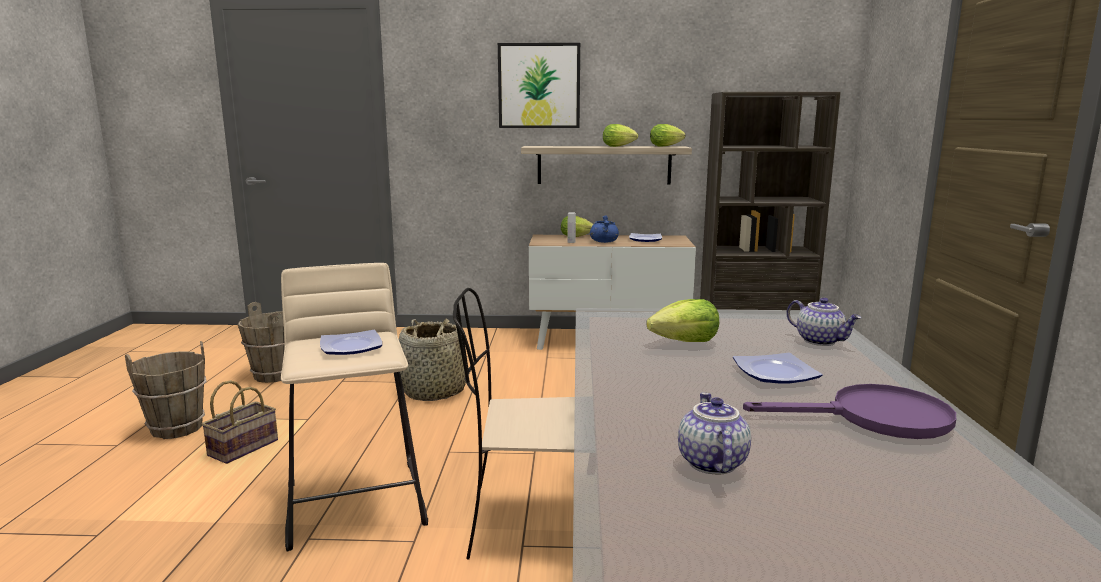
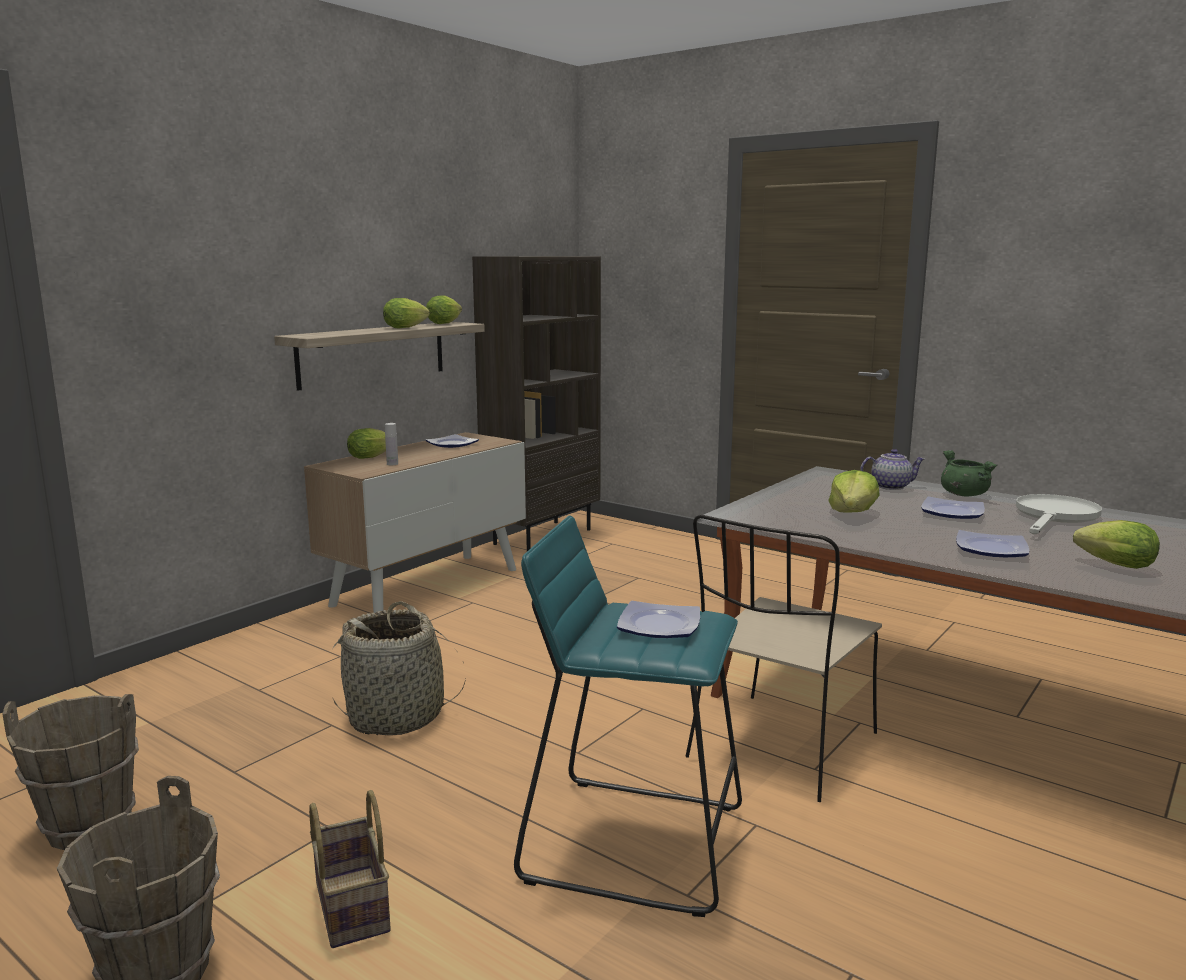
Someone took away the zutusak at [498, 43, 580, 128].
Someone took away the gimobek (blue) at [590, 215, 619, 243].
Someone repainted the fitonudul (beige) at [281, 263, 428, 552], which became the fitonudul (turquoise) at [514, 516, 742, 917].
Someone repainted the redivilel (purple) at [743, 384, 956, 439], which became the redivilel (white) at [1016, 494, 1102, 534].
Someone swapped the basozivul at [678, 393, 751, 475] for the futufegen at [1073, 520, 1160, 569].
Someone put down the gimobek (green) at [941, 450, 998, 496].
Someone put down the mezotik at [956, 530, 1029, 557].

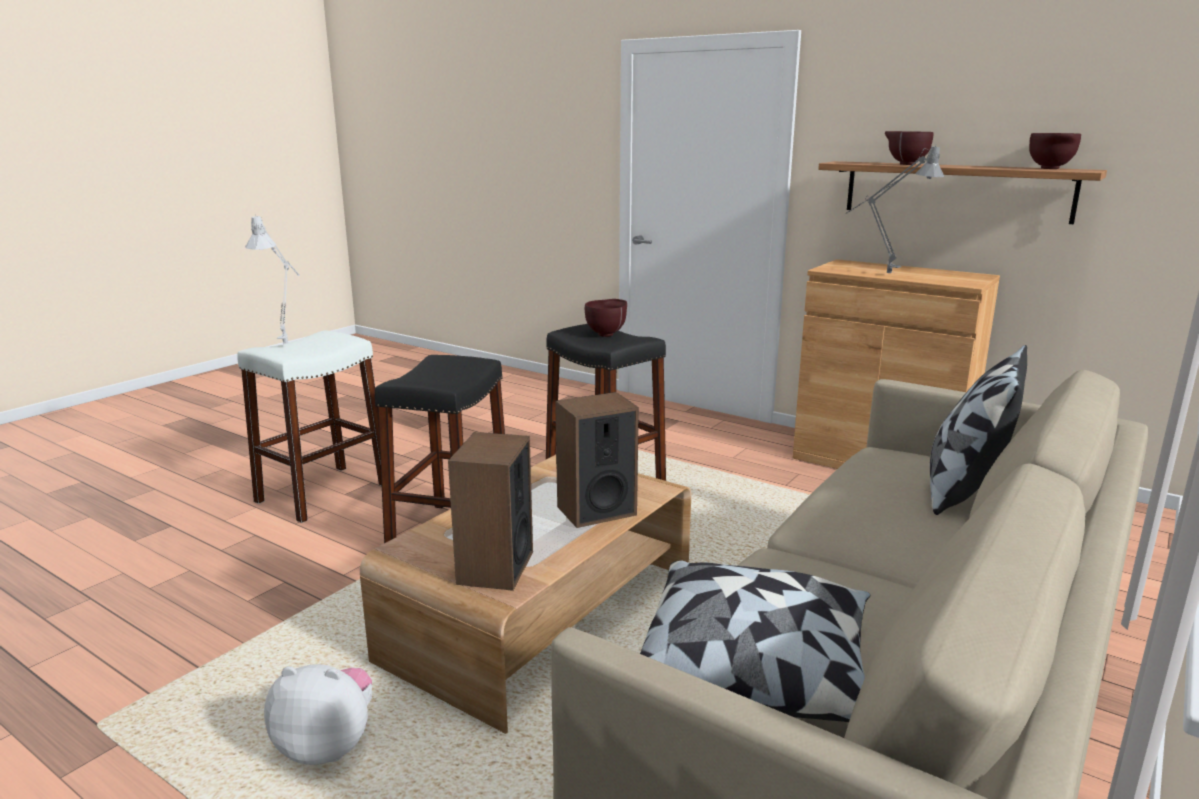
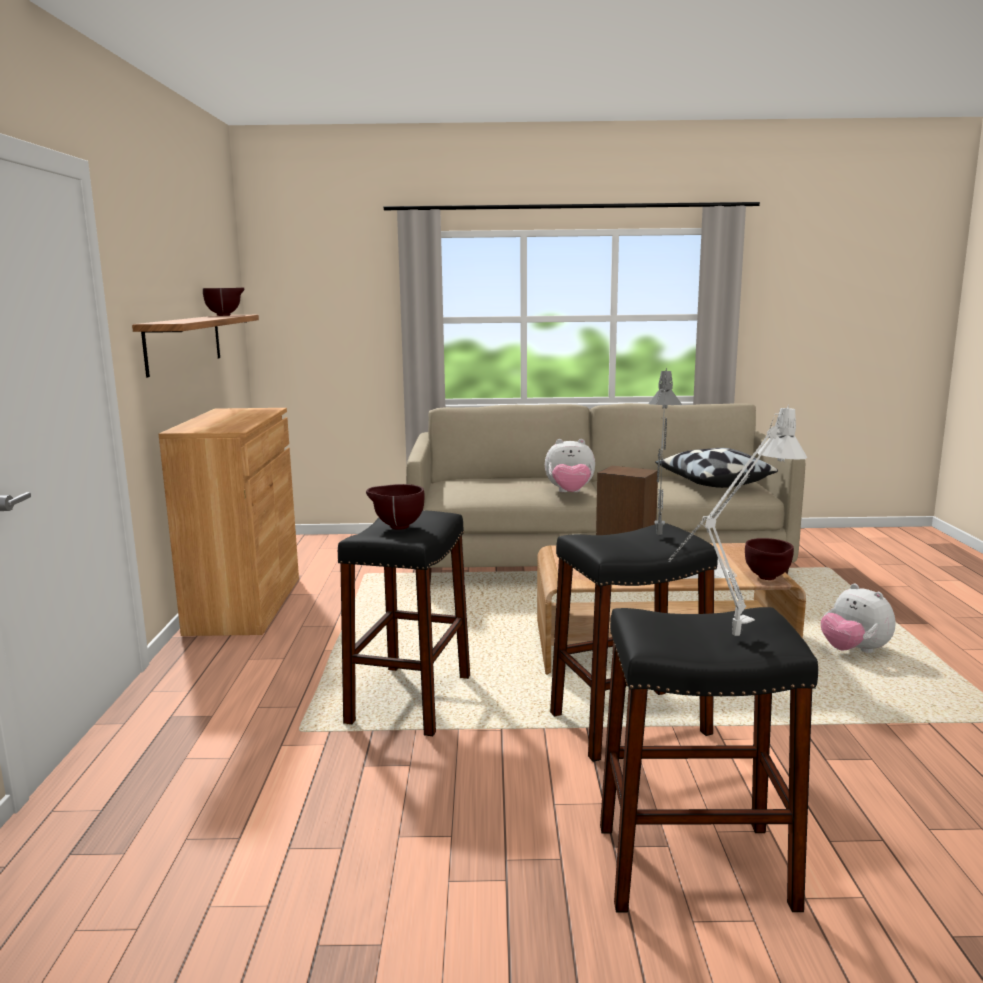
Someone carried the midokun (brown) from [885, 131, 933, 165] to [745, 538, 794, 580].
Someone carried the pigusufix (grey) from [846, 144, 944, 276] to [648, 368, 682, 535].
Someone repainted the fitonudul (white) at [237, 330, 382, 523], which became the fitonudul (black) at [600, 607, 818, 913].
Someone took away the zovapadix at [930, 345, 1027, 515].
Someone took away the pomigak at [448, 432, 533, 591].
Someone put down the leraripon at [545, 439, 595, 492].

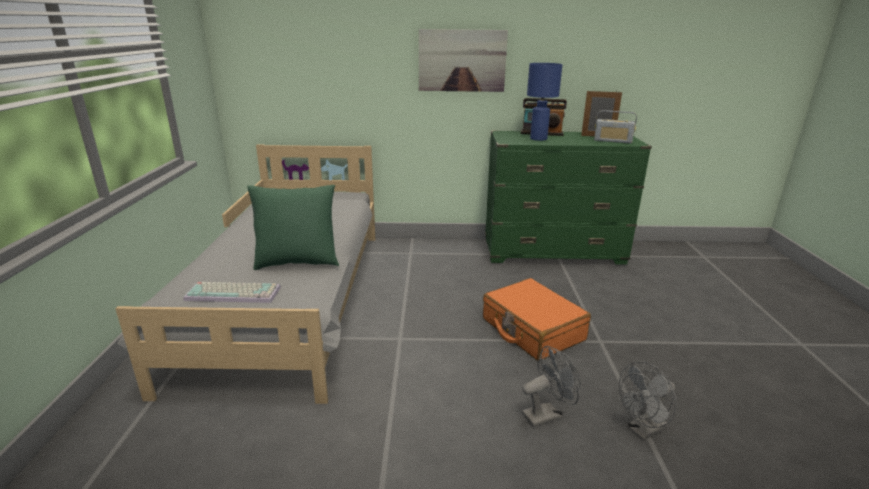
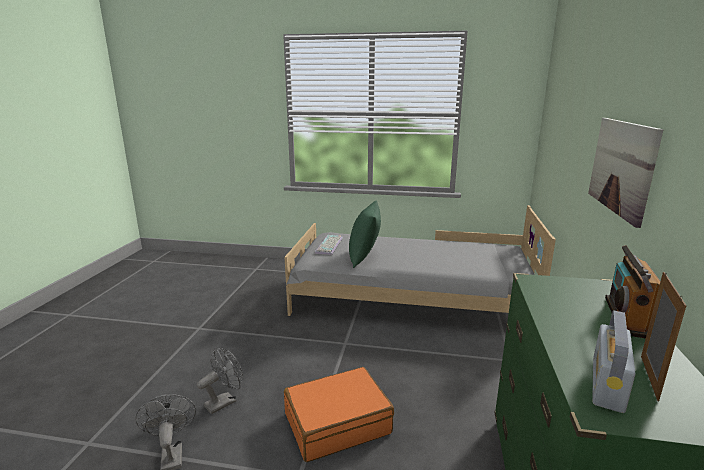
Someone took away the pigusufix (blue) at [527, 63, 563, 141].
Someone rotated the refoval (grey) at [522, 346, 581, 428] by 120 degrees counterclockwise.

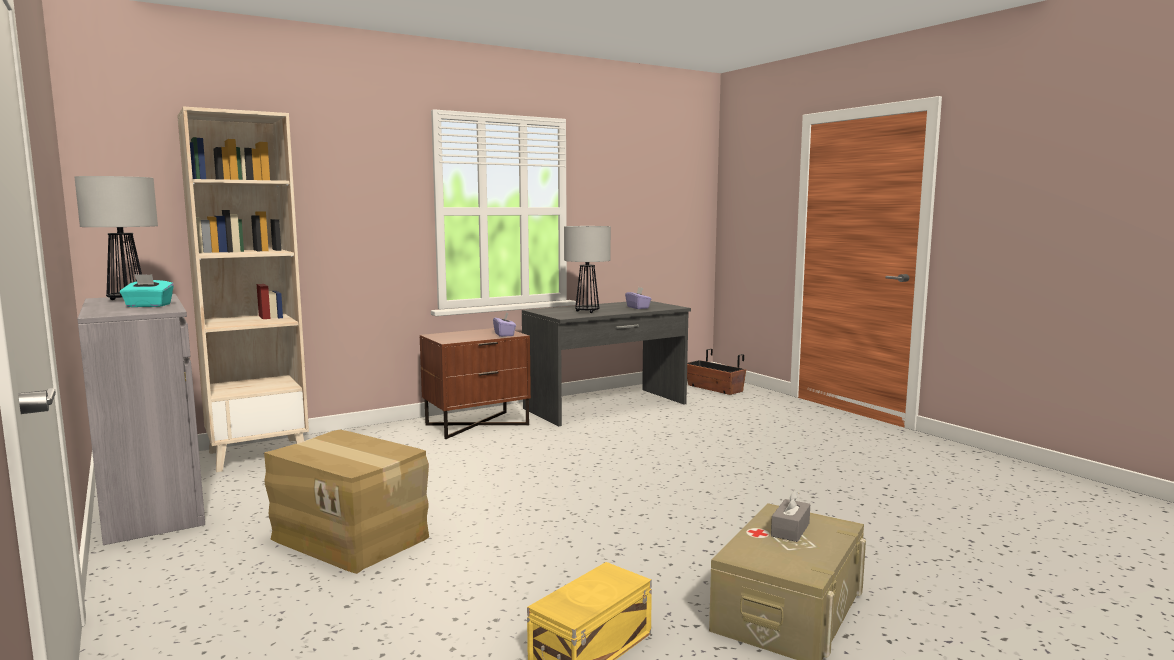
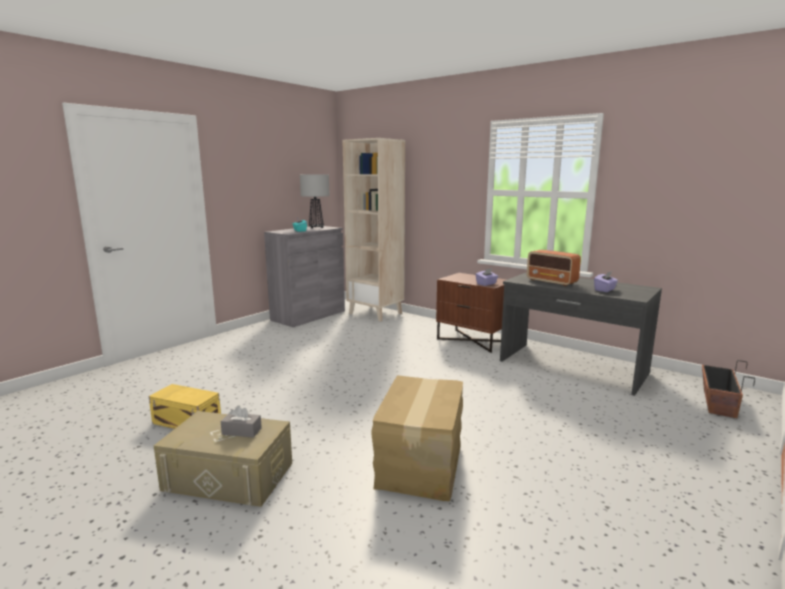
Someone swapped the pigusufix at [564, 226, 611, 313] for the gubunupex at [527, 250, 581, 286].
Someone carried the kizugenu from [264, 430, 429, 574] to [371, 375, 463, 501].

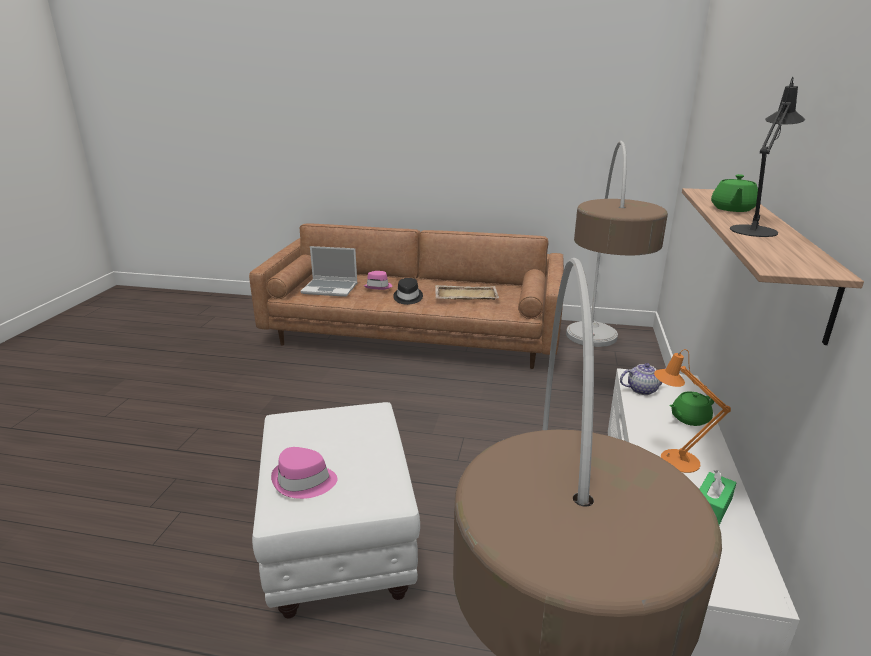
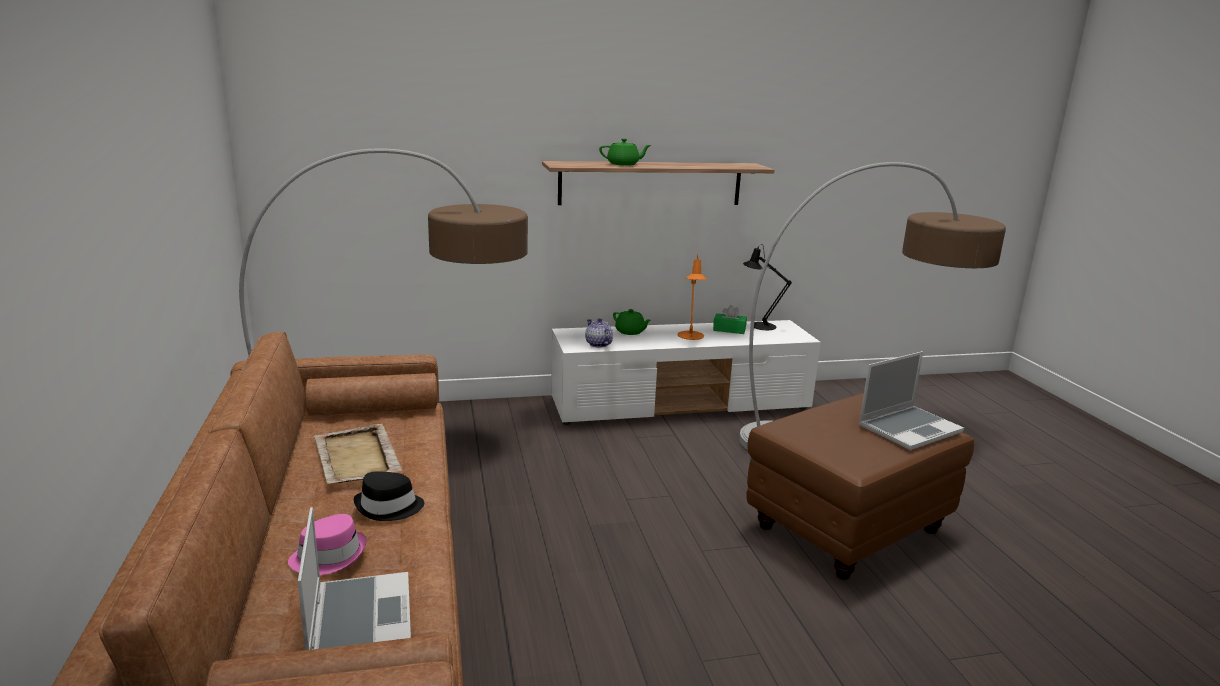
Someone carried the pigusufix (black) from [730, 77, 805, 237] to [743, 244, 792, 330].
Someone repainted the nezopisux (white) at [252, 402, 420, 619], which became the nezopisux (brown) at [746, 393, 974, 580].
Someone swapped the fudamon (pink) at [271, 447, 337, 499] for the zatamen at [859, 351, 964, 450].

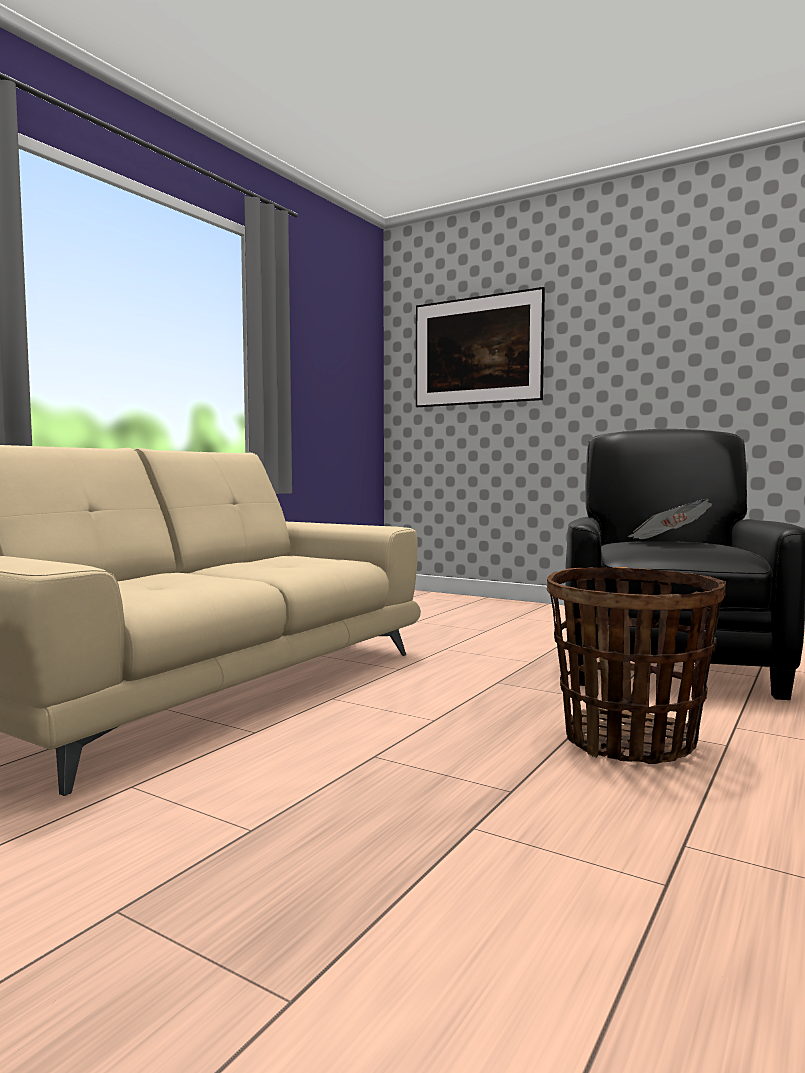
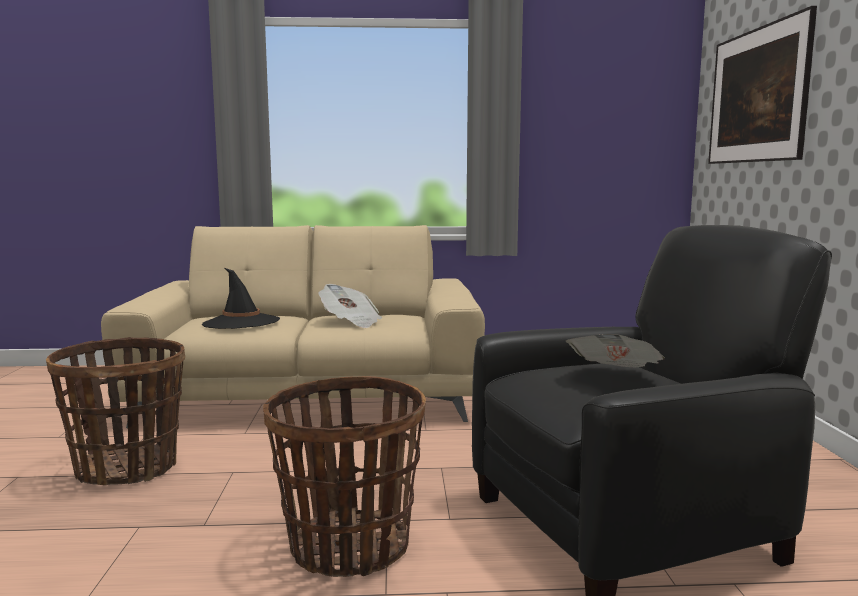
Someone put down the fudamon (black) at [202, 268, 280, 329].
Someone put down the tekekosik at [318, 284, 382, 328].
Someone put down the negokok at [46, 337, 185, 485].

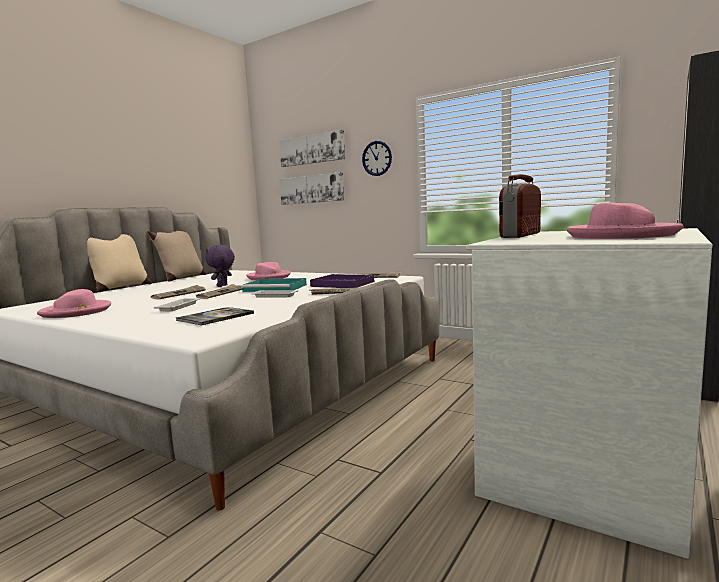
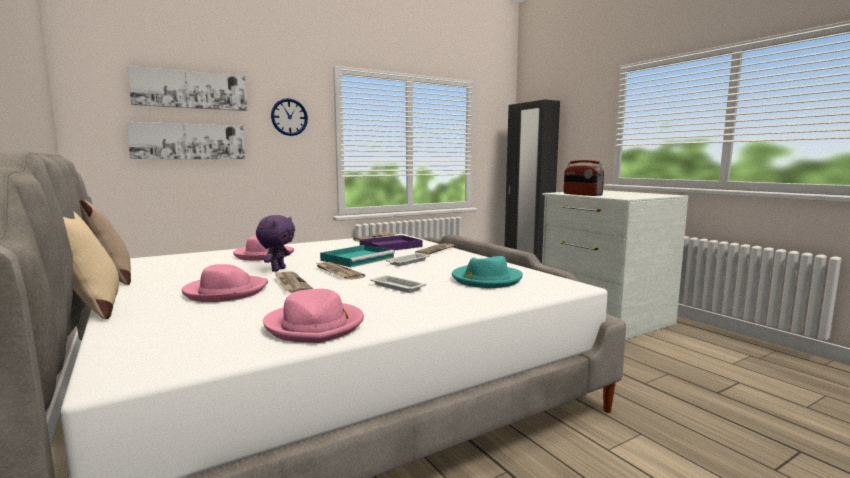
Someone carried the fudamon (pink) from [567, 203, 683, 239] to [182, 264, 268, 302].
Someone rotated the leraripon (purple) at [205, 245, 235, 287] by 120 degrees counterclockwise.
Someone swapped the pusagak at [176, 307, 254, 325] for the fudamon (turquoise) at [452, 256, 523, 288].

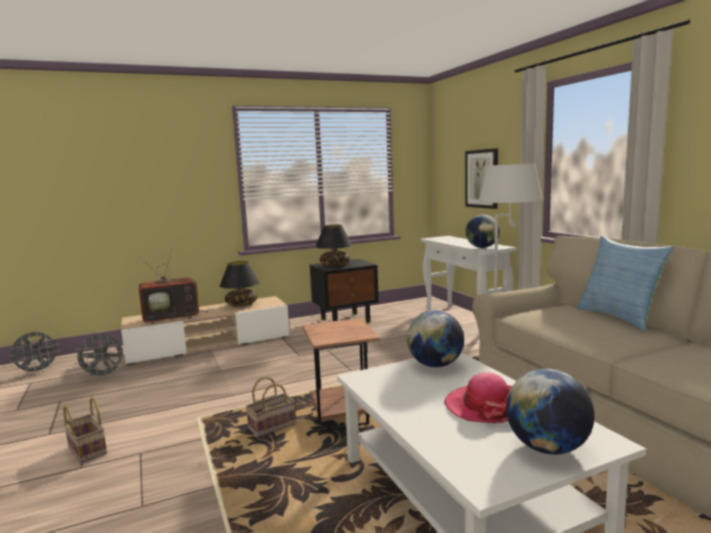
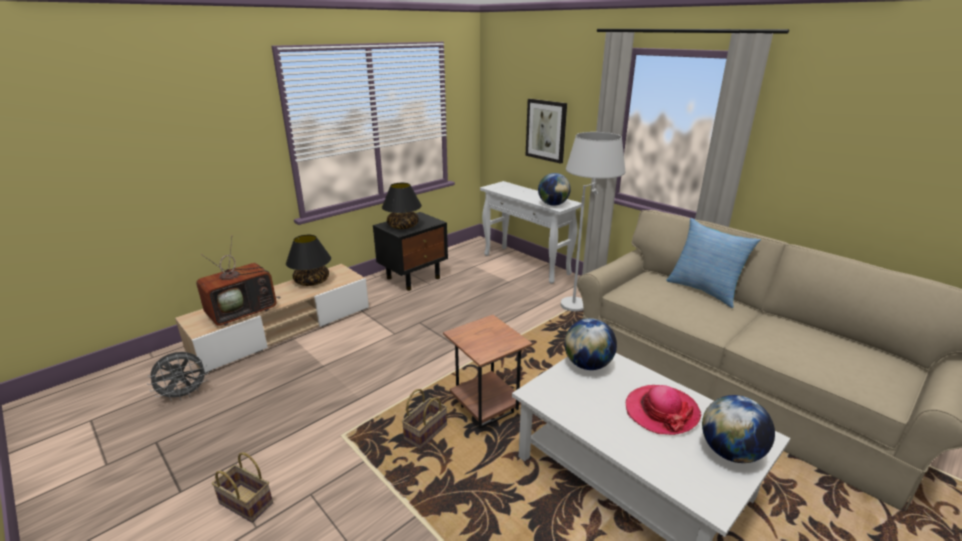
Someone took away the refoval (grey) at [9, 331, 60, 374].

